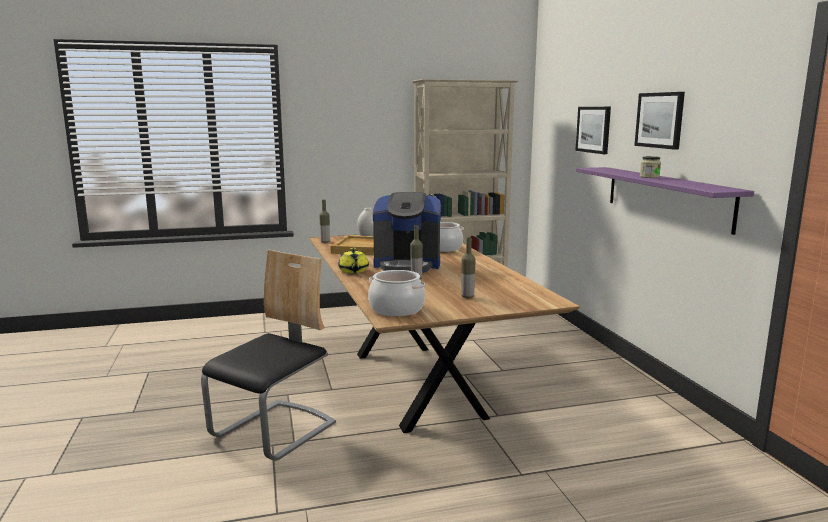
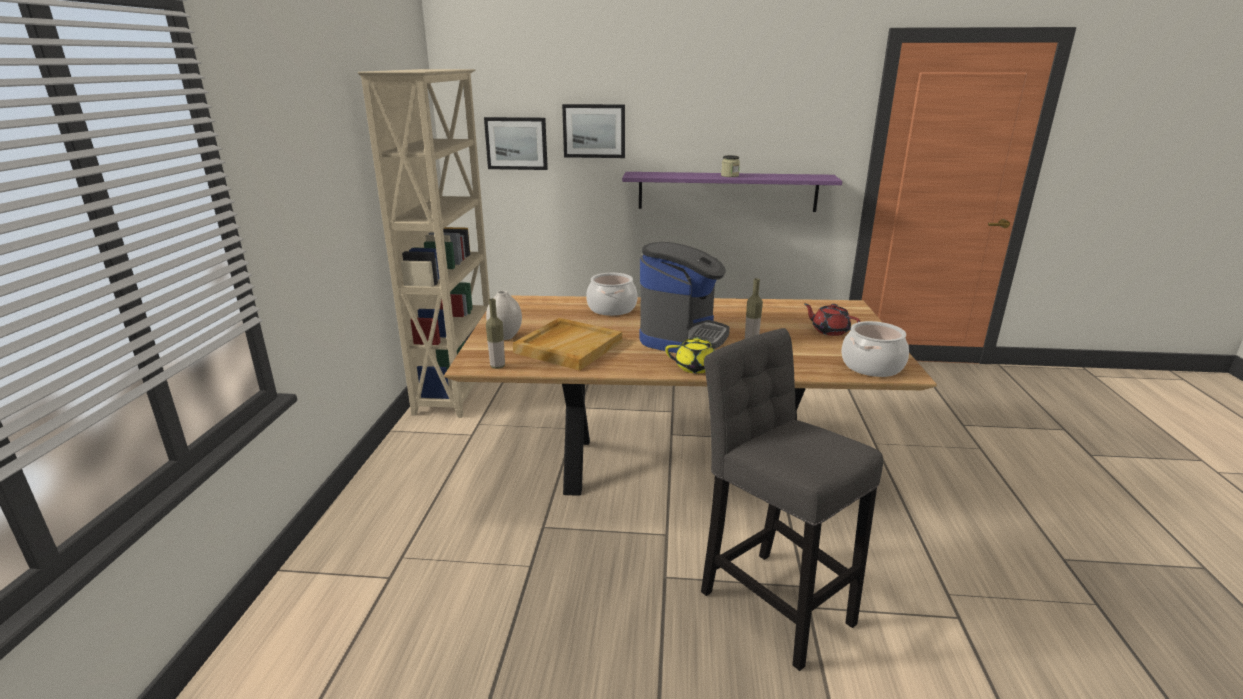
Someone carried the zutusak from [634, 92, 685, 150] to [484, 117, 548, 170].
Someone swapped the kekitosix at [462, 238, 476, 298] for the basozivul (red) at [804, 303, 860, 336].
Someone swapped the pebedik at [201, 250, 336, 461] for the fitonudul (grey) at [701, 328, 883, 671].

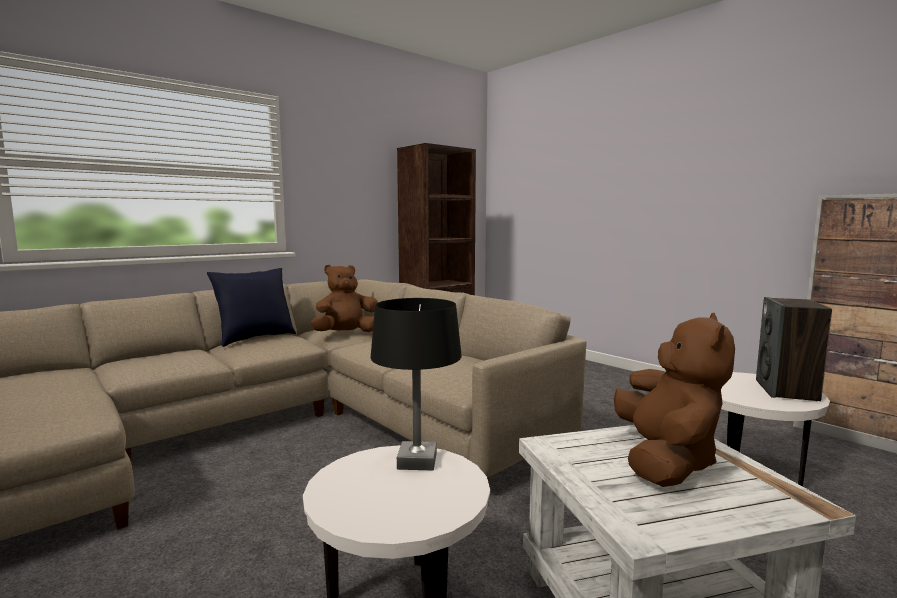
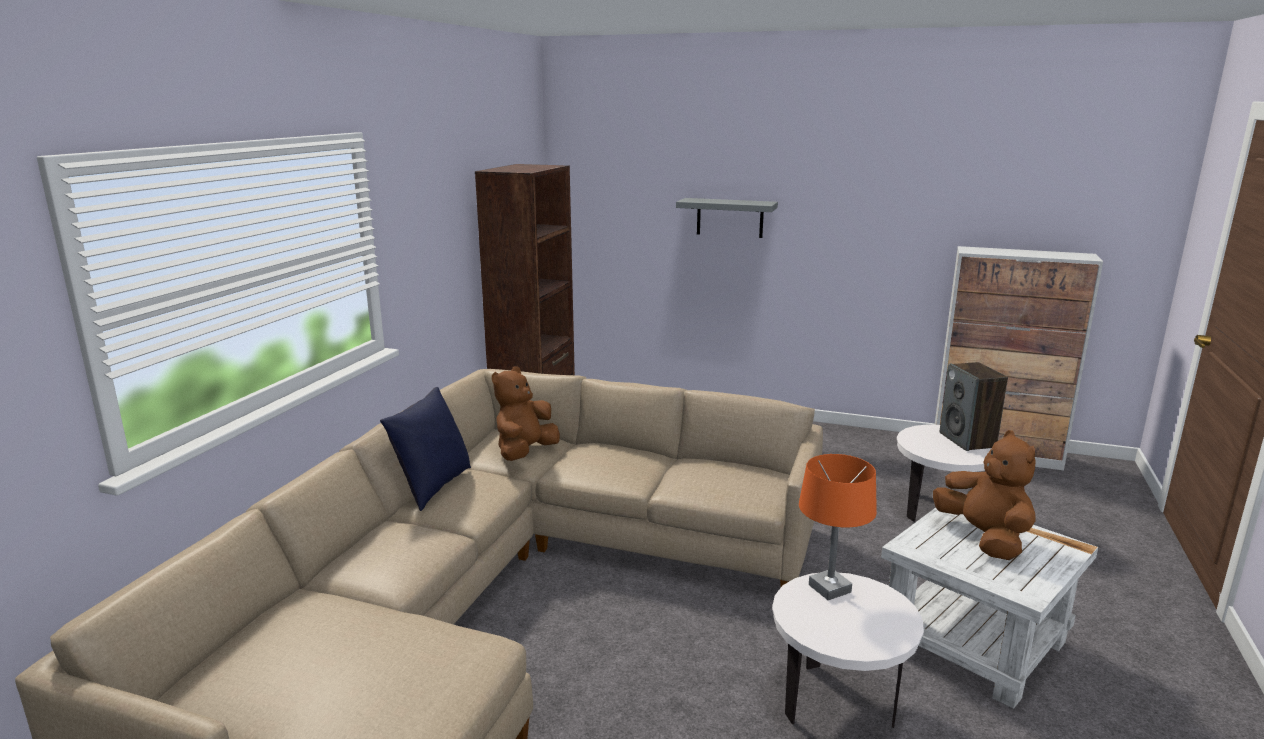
Someone repainted the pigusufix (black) at [370, 298, 462, 471], which became the pigusufix (orange) at [799, 454, 877, 600].
Someone put up the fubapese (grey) at [676, 198, 778, 238].

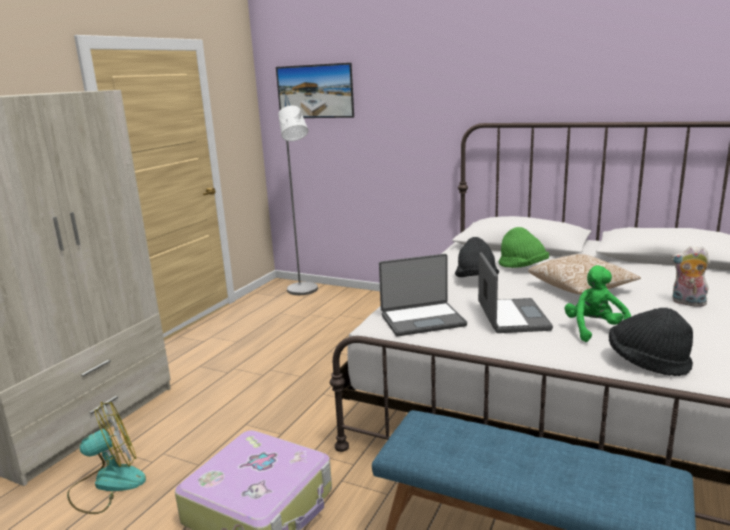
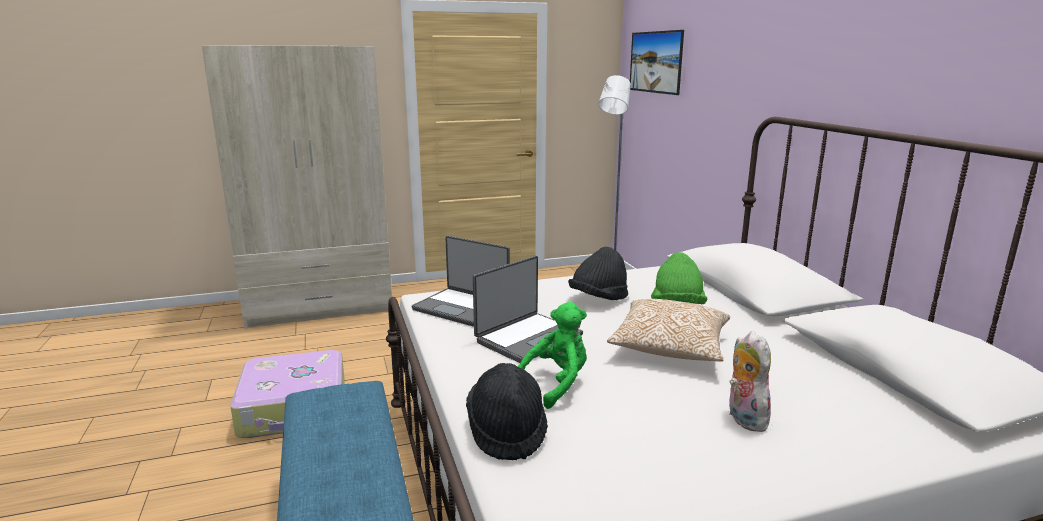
Someone took away the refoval at [67, 402, 146, 514].

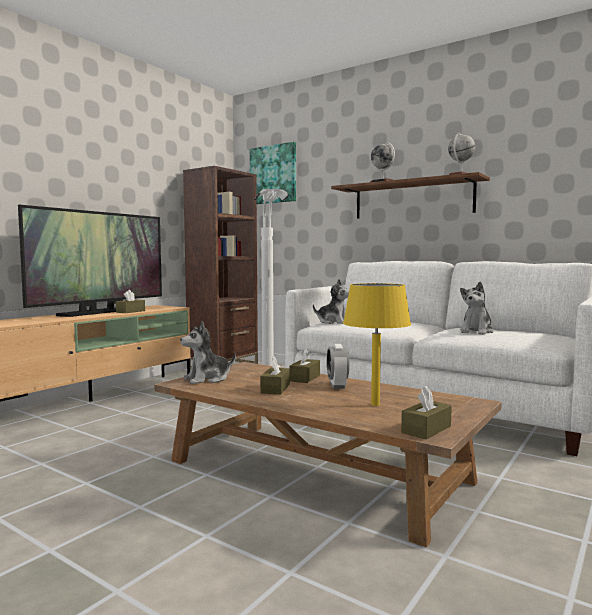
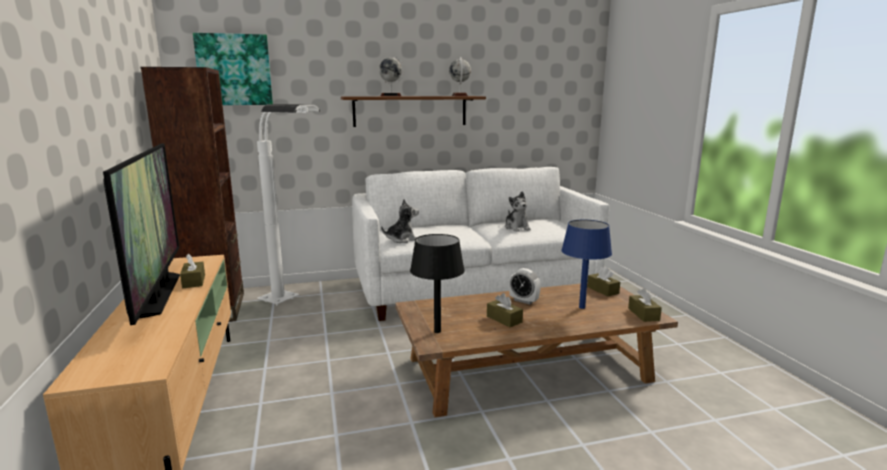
Someone repainted the pigusufix (yellow) at [343, 283, 411, 406], which became the pigusufix (blue) at [561, 220, 612, 309].
Someone swapped the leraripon at [180, 321, 236, 384] for the pigusufix (black) at [410, 234, 465, 333].
Someone carried the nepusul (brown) from [289, 348, 320, 383] to [587, 267, 620, 296].

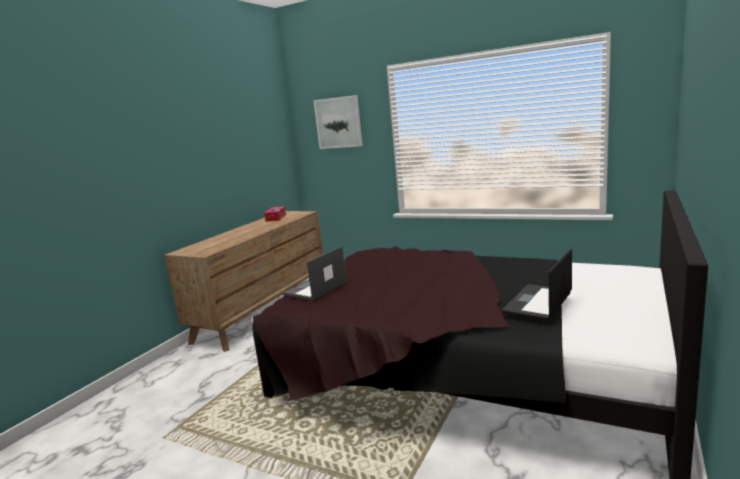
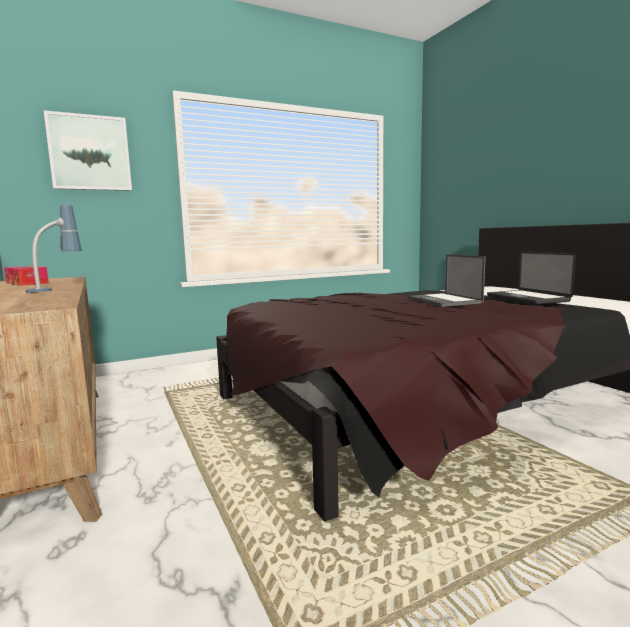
Someone carried the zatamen from [282, 246, 347, 301] to [408, 254, 486, 307].
Someone put down the pigusufix at [25, 203, 82, 293].

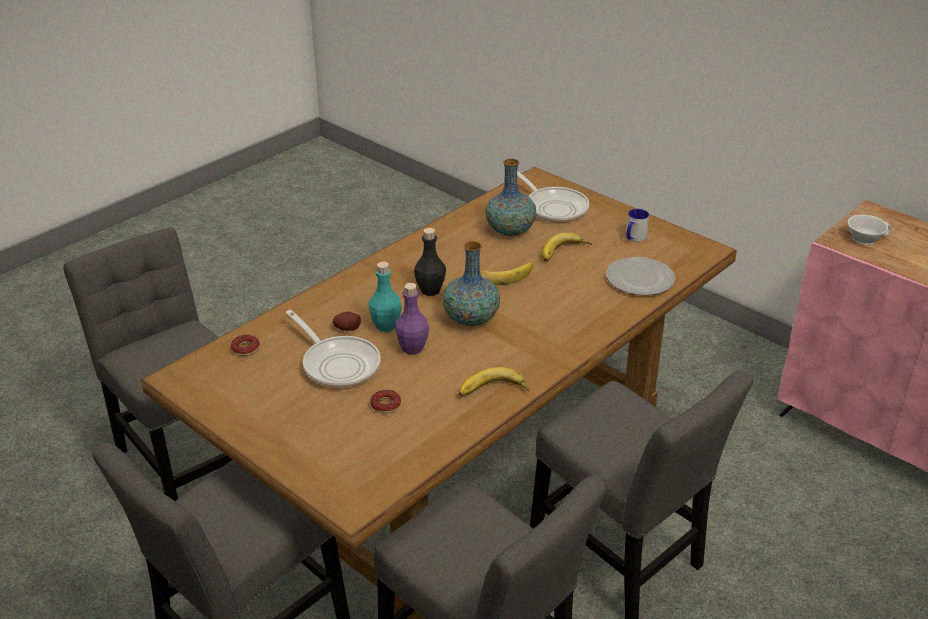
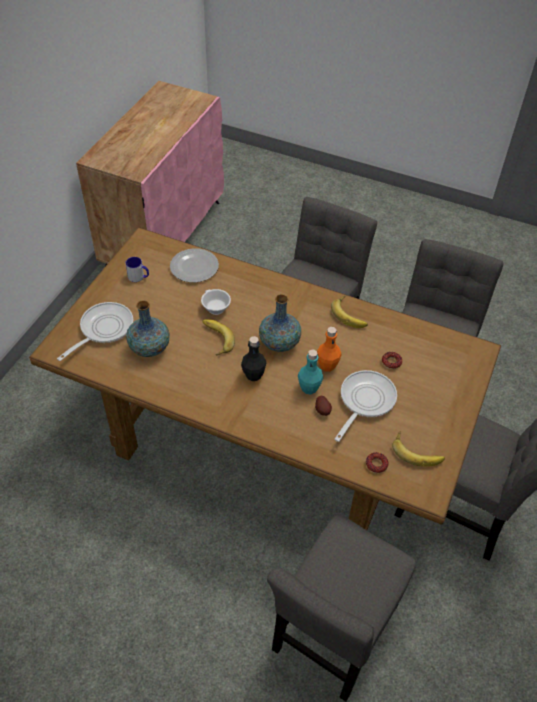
Someone carried the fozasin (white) from [847, 215, 891, 245] to [201, 289, 231, 315].
Someone carried the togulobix from [542, 232, 592, 262] to [392, 431, 445, 467].
Someone repainted the kekitosix (purple) at [395, 283, 429, 355], which became the kekitosix (orange) at [317, 327, 342, 372].

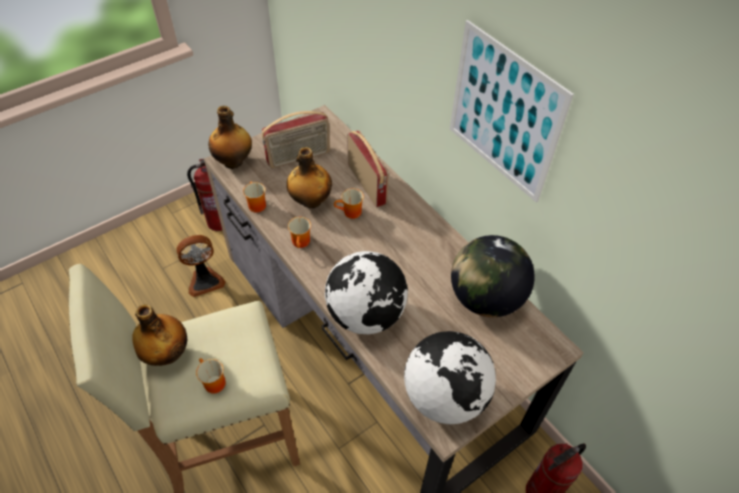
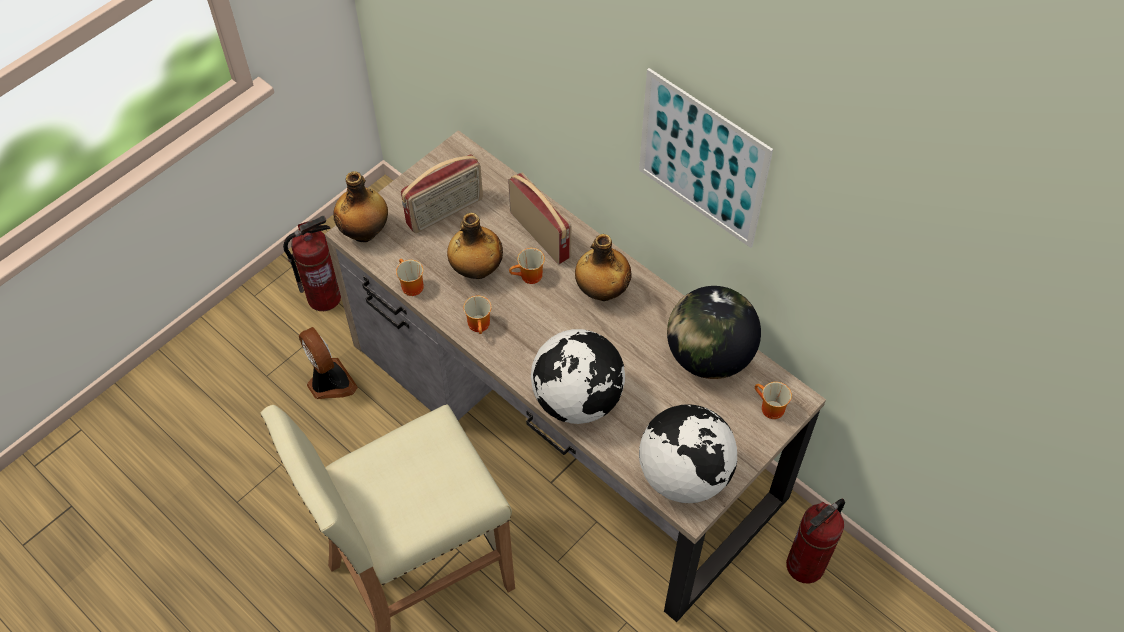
Someone rotated the refoval at [176, 235, 226, 297] by 90 degrees counterclockwise.
Someone carried the kekitosix from [132, 304, 187, 366] to [575, 234, 632, 301].
Someone carried the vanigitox from [196, 358, 226, 394] to [755, 382, 792, 419].

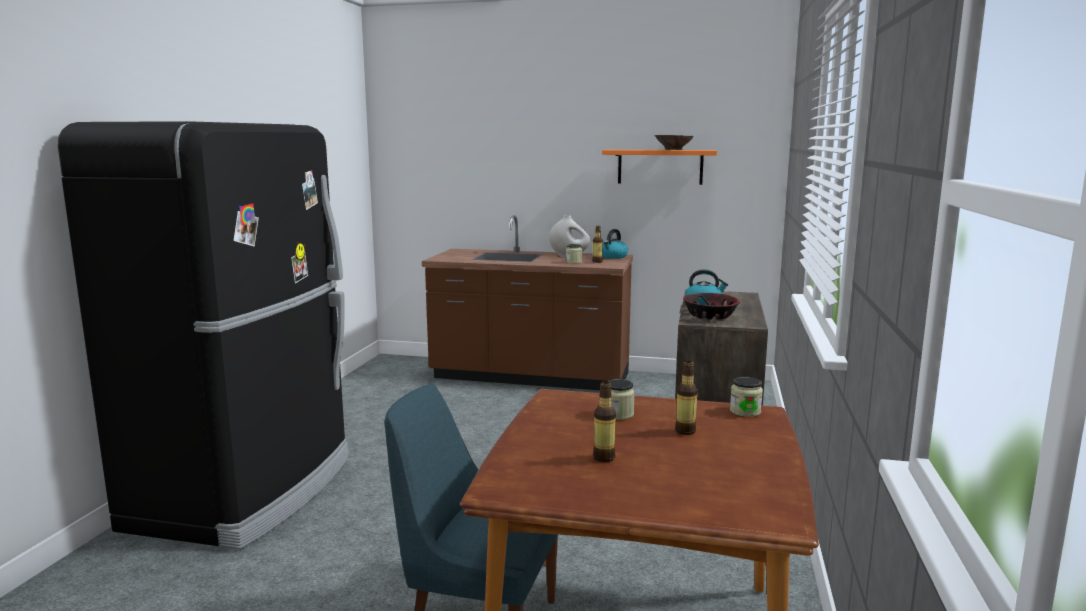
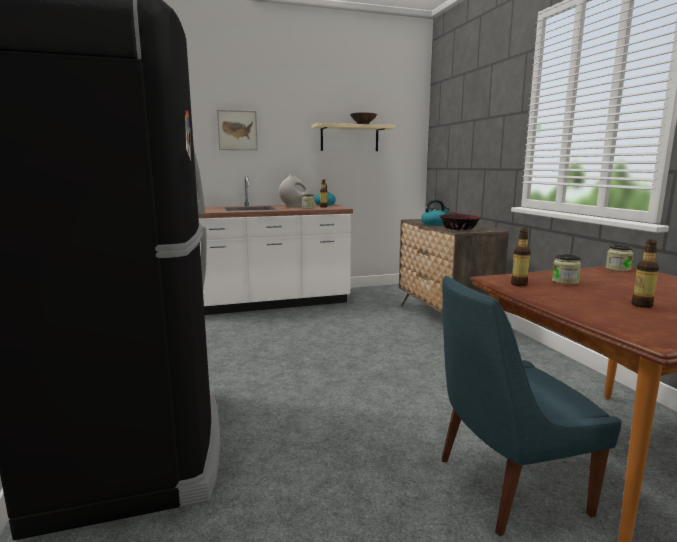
Someone repainted the fubapese (orange) at [602, 150, 717, 185], which became the fubapese (beige) at [312, 123, 395, 151].
Someone repainted the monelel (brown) at [422, 215, 633, 390], which became the monelel (white) at [198, 176, 353, 315].
Someone carried the kekitosix from [675, 361, 698, 435] to [511, 228, 531, 286].
Someone put up the zutusak at [217, 110, 258, 150].

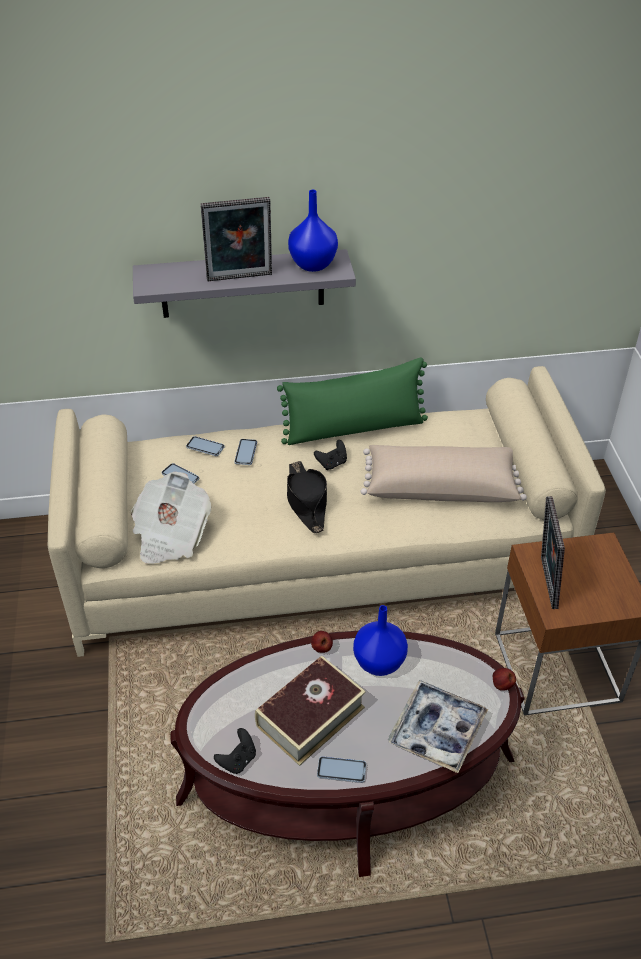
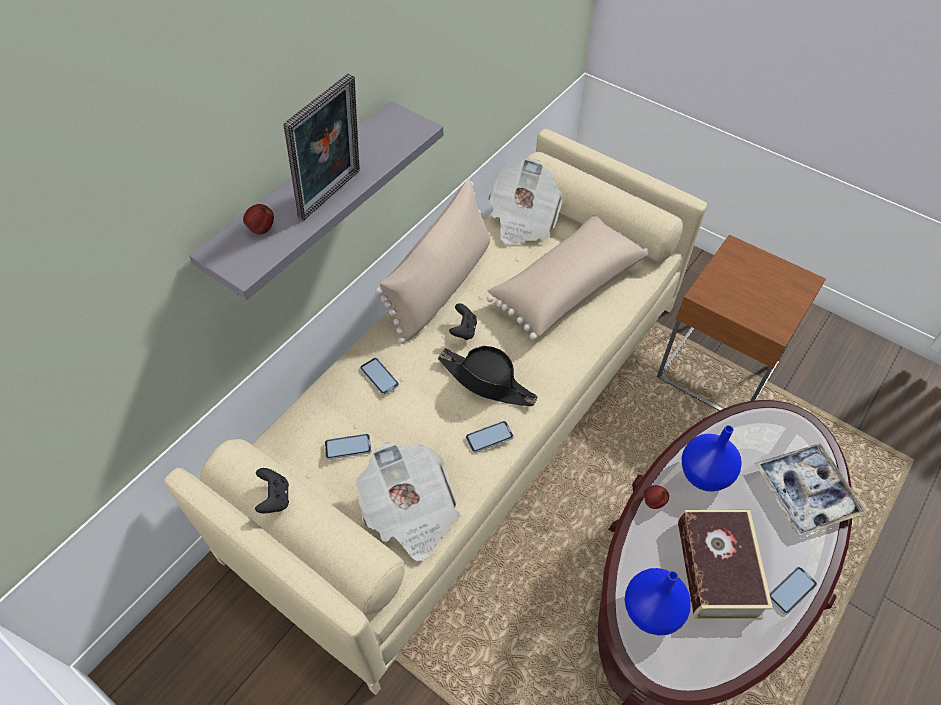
Someone carried the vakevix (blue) from [288, 190, 338, 272] to [625, 568, 691, 635].
Someone repainted the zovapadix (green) at [277, 358, 428, 445], which became the zovapadix (beige) at [375, 179, 490, 344].
Someone carried the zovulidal from [186, 436, 225, 456] to [466, 421, 514, 453].
Someone took away the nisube at [541, 496, 565, 609].
Someone carried the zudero from [493, 668, 516, 691] to [243, 204, 274, 235].
Someone carried the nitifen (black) from [214, 728, 256, 774] to [255, 468, 289, 513].
Someone put down the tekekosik at [488, 158, 564, 245].

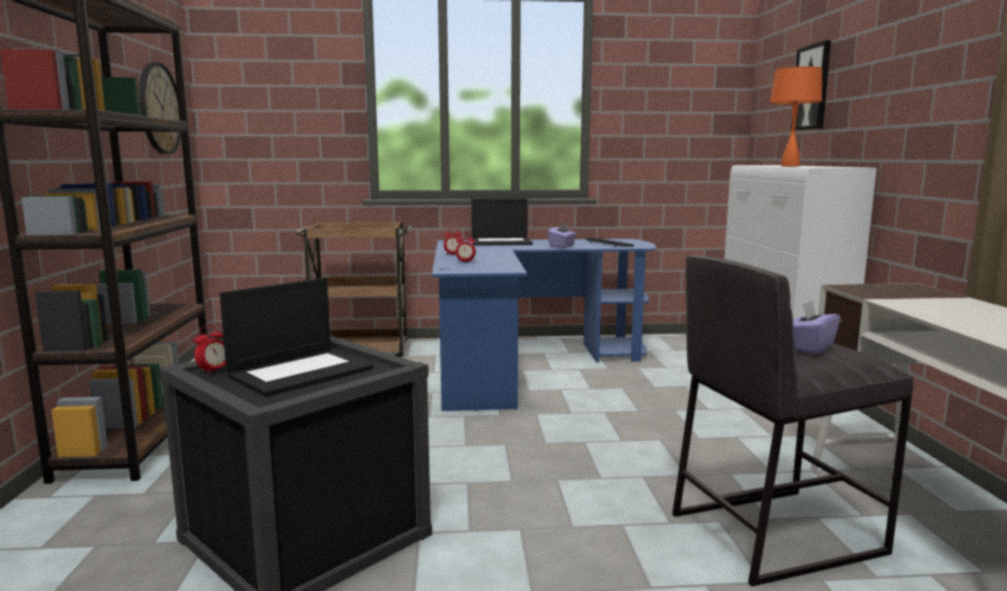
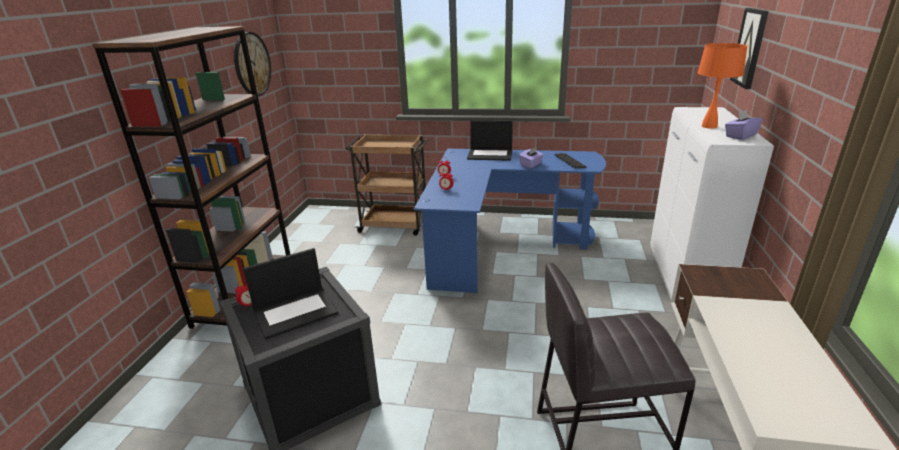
Someone carried the nepusul (purple) from [793, 300, 840, 354] to [725, 110, 762, 140].

